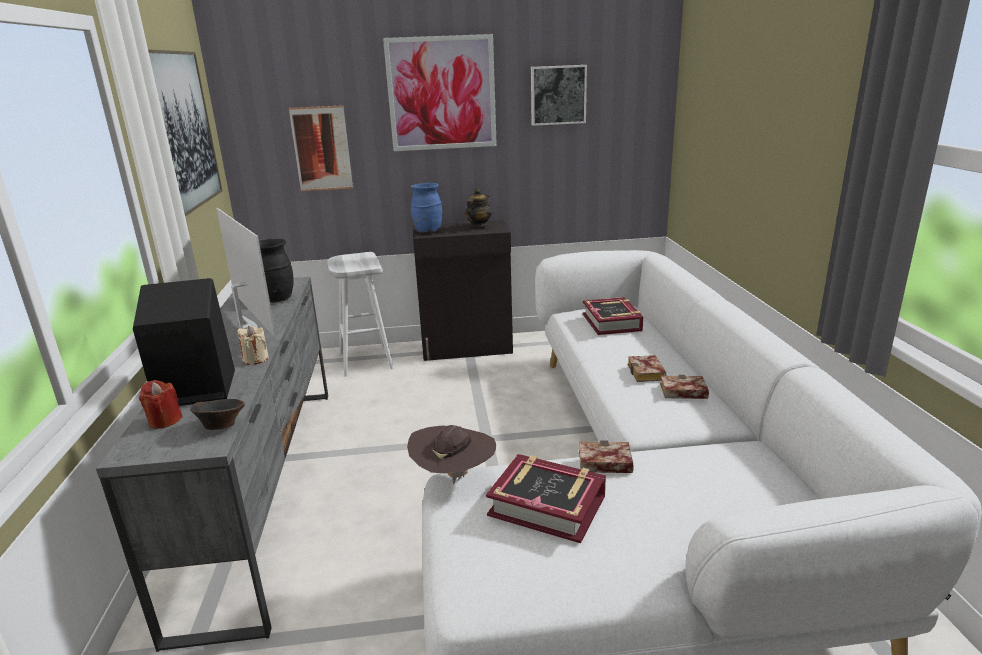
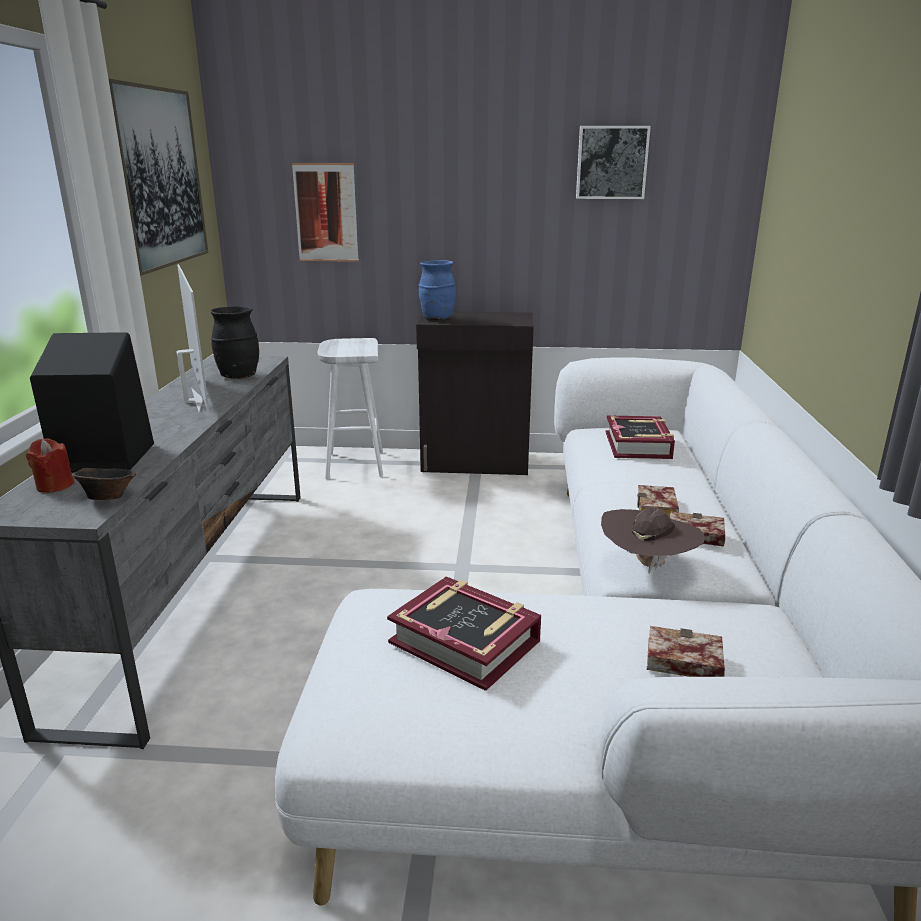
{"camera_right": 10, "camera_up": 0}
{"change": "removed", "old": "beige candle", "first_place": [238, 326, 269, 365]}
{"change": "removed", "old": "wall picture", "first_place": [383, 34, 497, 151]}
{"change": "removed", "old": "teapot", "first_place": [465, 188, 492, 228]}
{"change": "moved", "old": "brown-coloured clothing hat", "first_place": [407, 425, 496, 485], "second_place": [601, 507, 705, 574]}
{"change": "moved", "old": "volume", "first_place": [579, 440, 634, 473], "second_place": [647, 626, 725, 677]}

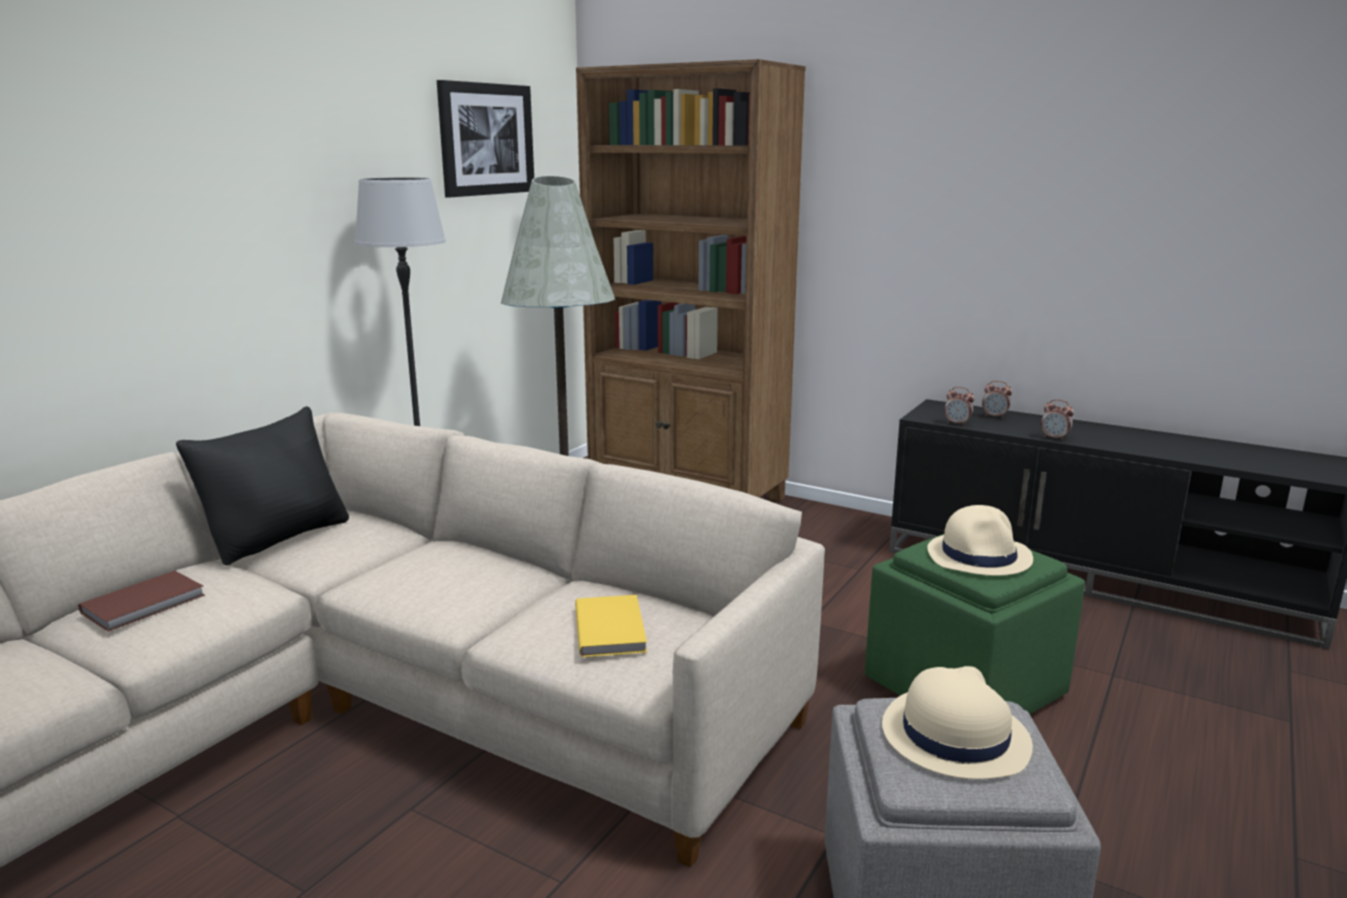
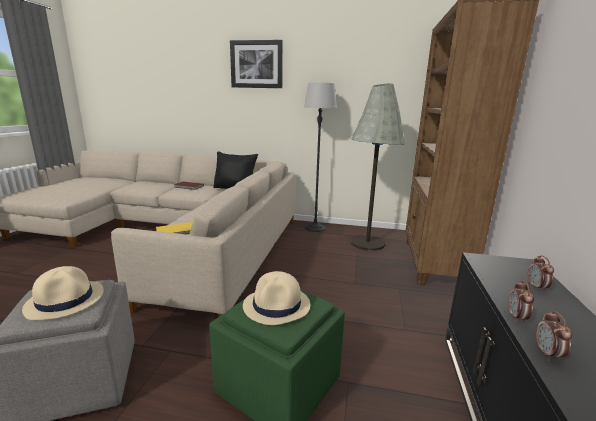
{"camera_right": 70, "camera_up": 0}
{"change": "moved", "old": "wall picture", "first_place": [437, 80, 534, 197], "second_place": [230, 40, 283, 88]}
{"change": "moved", "old": "bedside clock", "first_place": [944, 387, 974, 426], "second_place": [536, 311, 572, 361]}

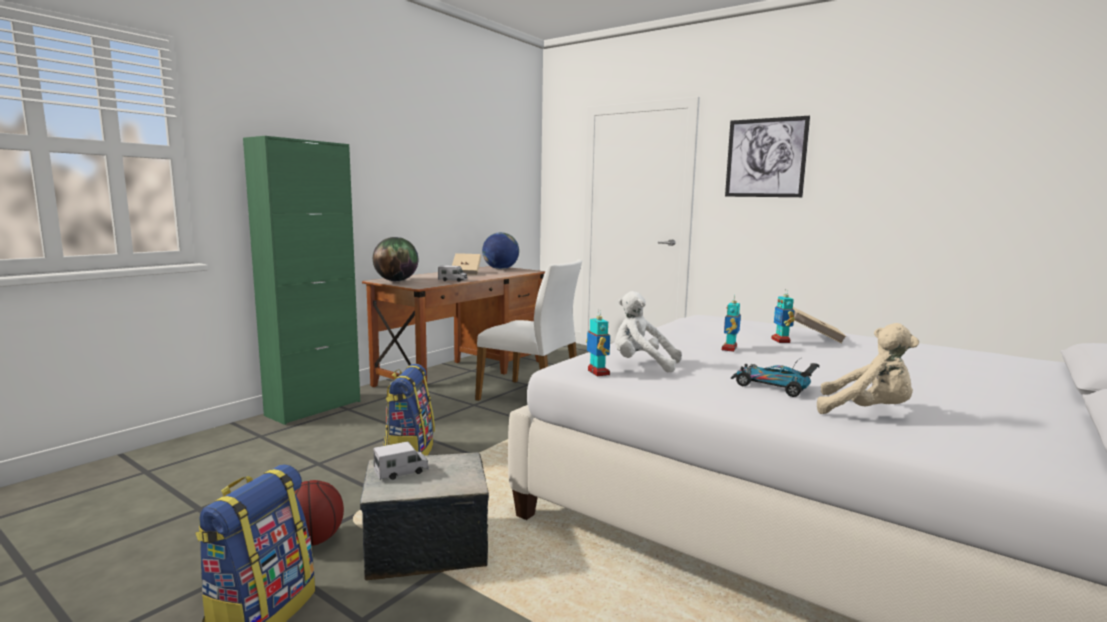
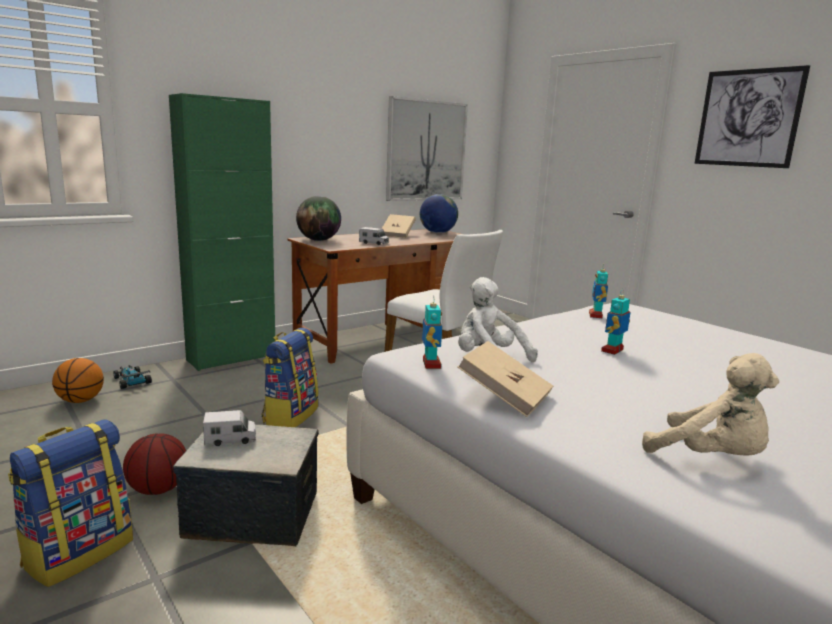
{"camera_right": 15, "camera_up": 5}
{"change": "added", "new": "ball for basketball", "second_place": [52, 358, 104, 403]}
{"change": "added", "new": "wall picture", "second_place": [386, 96, 468, 201]}
{"change": "moved", "old": "miniature car", "first_place": [731, 358, 819, 397], "second_place": [113, 365, 152, 389]}
{"change": "moved", "old": "model robot", "first_place": [771, 290, 795, 343], "second_place": [589, 266, 608, 318]}
{"change": "moved", "old": "beige volume", "first_place": [793, 307, 847, 343], "second_place": [458, 341, 553, 417]}

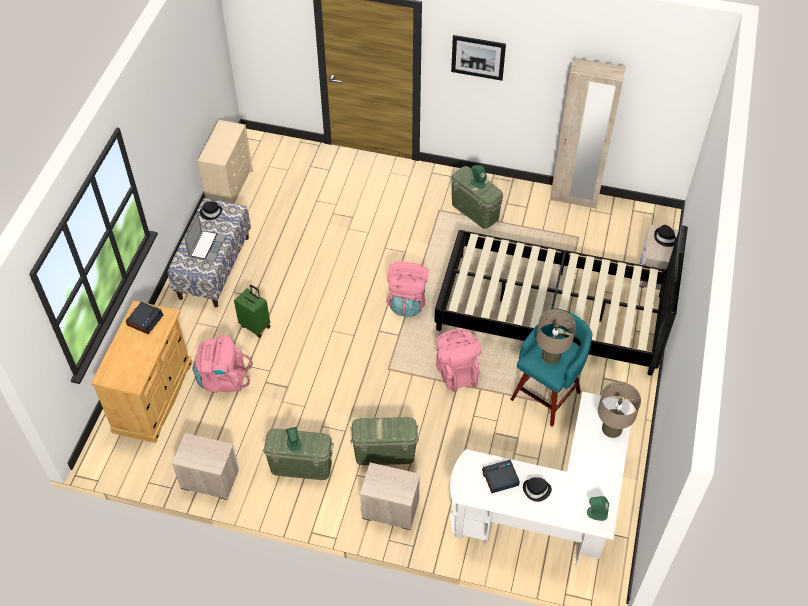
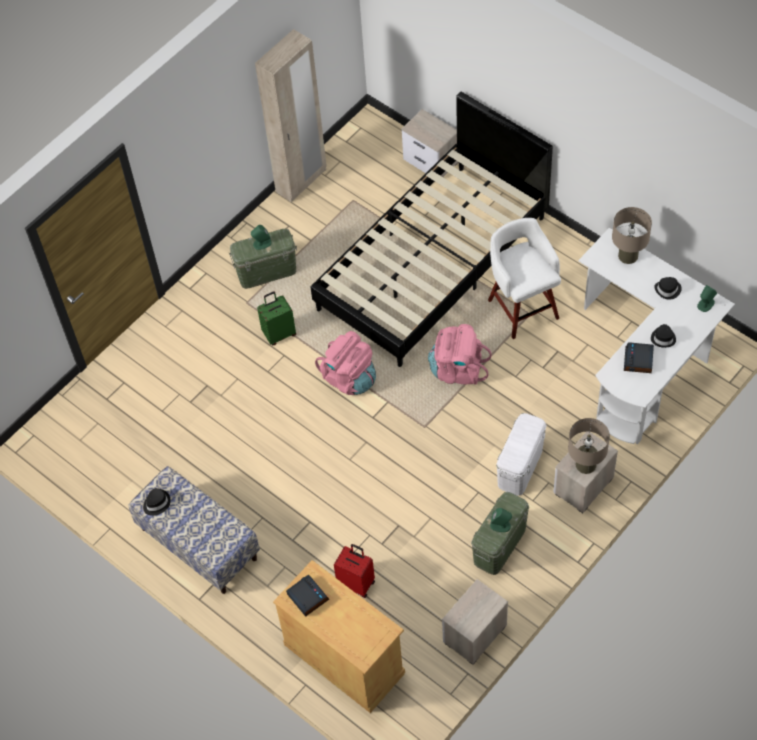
{"camera_right": -60, "camera_up": 5}
{"change": "removed", "old": "portable computer", "first_place": [184, 213, 226, 262]}
{"change": "removed", "old": "beige dresser", "first_place": [197, 120, 253, 203]}
{"change": "removed", "old": "wall picture", "first_place": [451, 35, 506, 81]}
{"change": "moved", "old": "greenish piece of luggage", "first_place": [234, 285, 271, 338], "second_place": [257, 291, 296, 345]}
{"change": "moved", "old": "beige tabletop lamp", "first_place": [536, 309, 576, 364], "second_place": [568, 418, 610, 474]}
{"change": "moved", "old": "black-coloured clothing hat", "first_place": [654, 225, 676, 247], "second_place": [655, 277, 682, 300]}
{"change": "replaced", "old": "pinkish knapsack", "new": "red-coloured piece of luggage", "first_place": [192, 335, 253, 393], "second_place": [334, 544, 375, 598]}
{"change": "recoloured", "old": "greenish storage box", "new": "white storage box", "first_place": [350, 417, 419, 465], "second_place": [496, 413, 547, 496]}
{"change": "recoloured", "old": "turquoise-coloured sitting stool", "new": "white sitting stool", "first_place": [510, 308, 593, 427], "second_place": [488, 218, 561, 339]}

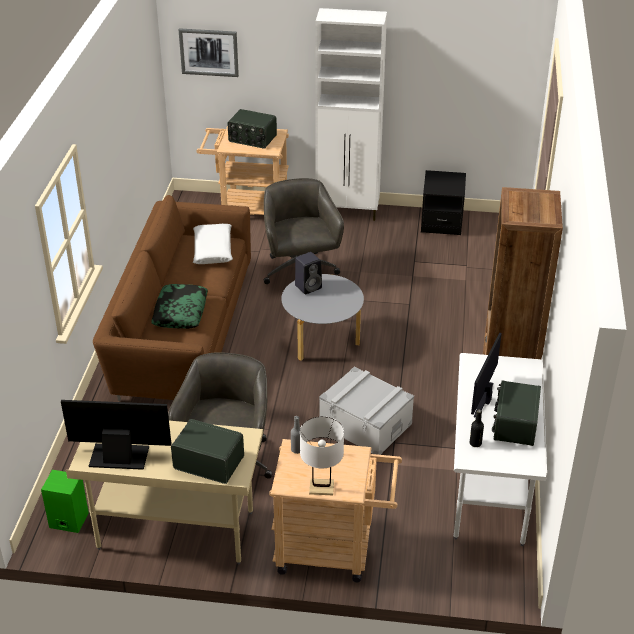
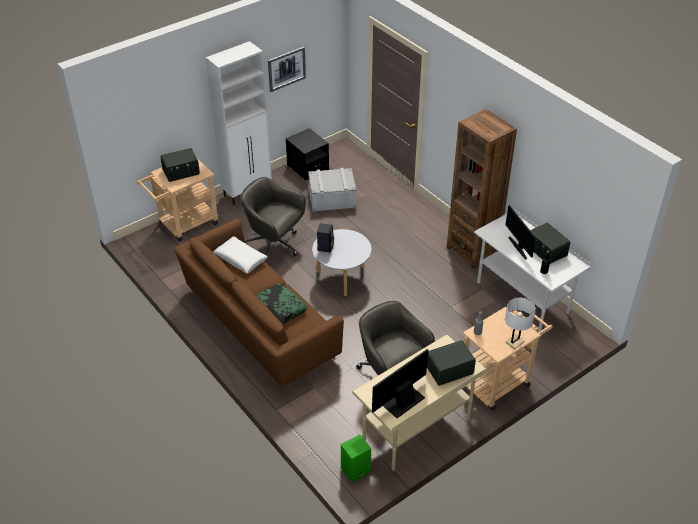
{"camera_right": -45, "camera_up": 5}
{"change": "moved", "old": "wall picture", "first_place": [178, 28, 239, 77], "second_place": [268, 47, 306, 92]}
{"change": "moved", "old": "grey storage box", "first_place": [319, 367, 414, 455], "second_place": [308, 168, 356, 212]}

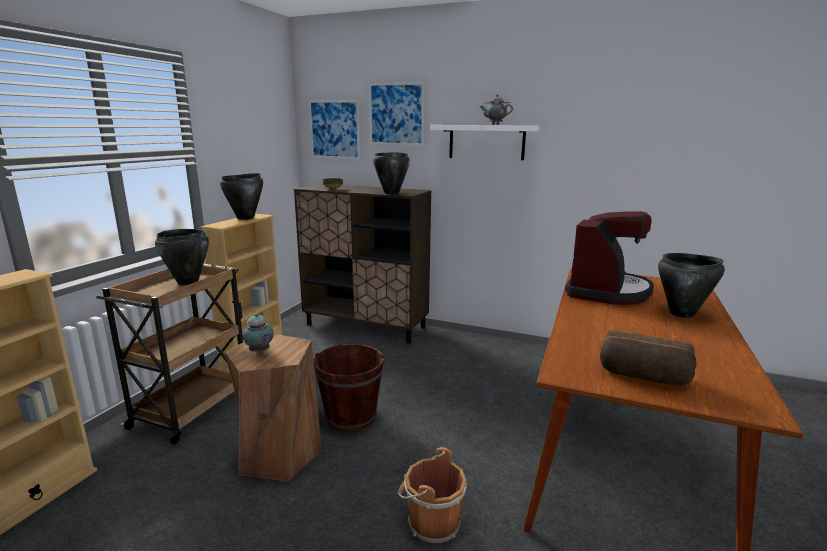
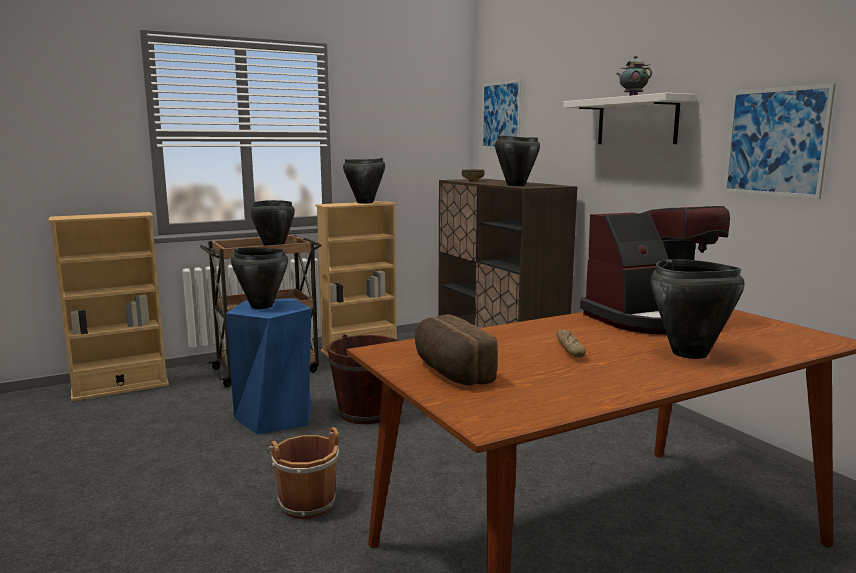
{"camera_right": 40, "camera_up": -5}
{"change": "added", "new": "bakery bread", "second_place": [556, 329, 586, 357]}
{"change": "moved", "old": "wall picture", "first_place": [369, 82, 425, 145], "second_place": [723, 84, 836, 199]}
{"change": "replaced", "old": "teapot", "new": "black-coloured saucepot", "first_place": [242, 313, 274, 353], "second_place": [231, 247, 288, 309]}
{"change": "recoloured", "old": "brown-coloured sitting stool", "new": "bluish sitting stool", "first_place": [224, 334, 322, 481], "second_place": [226, 298, 312, 434]}

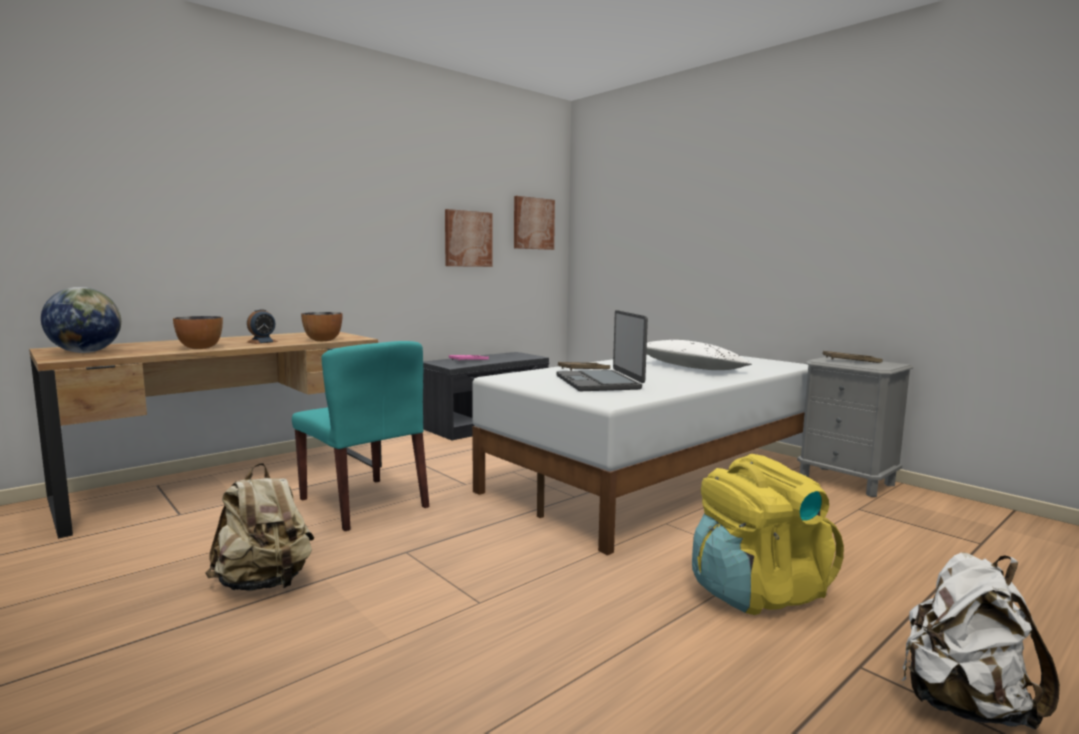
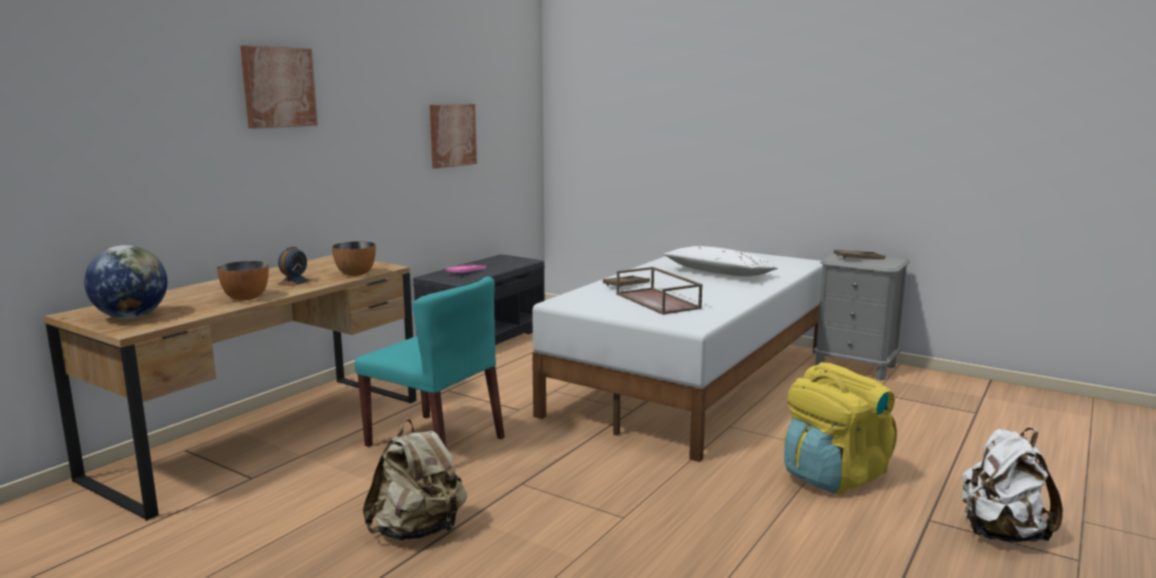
{"camera_right": -15, "camera_up": 5}
{"change": "moved", "old": "wall picture", "first_place": [514, 196, 555, 250], "second_place": [240, 45, 318, 129]}
{"change": "replaced", "old": "portable computer", "new": "brown-coloured tray", "first_place": [556, 310, 648, 391], "second_place": [616, 267, 703, 315]}

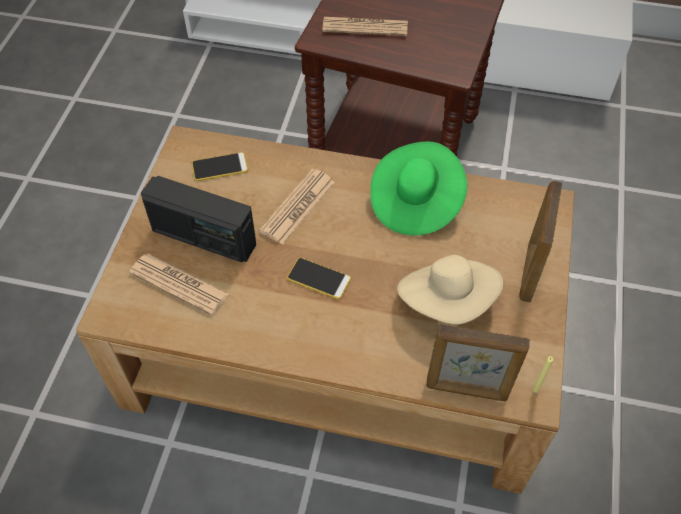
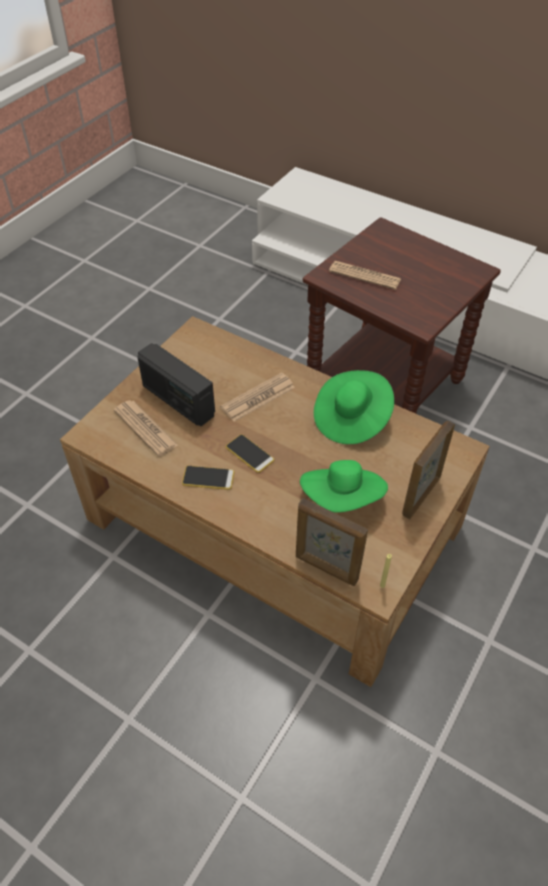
{"camera_right": 20, "camera_up": -5}
{"change": "moved", "old": "handset", "first_place": [192, 152, 248, 181], "second_place": [182, 466, 234, 490]}
{"change": "recoloured", "old": "beige clothing hat", "new": "greenish clothing hat", "first_place": [397, 255, 503, 324], "second_place": [300, 460, 388, 513]}

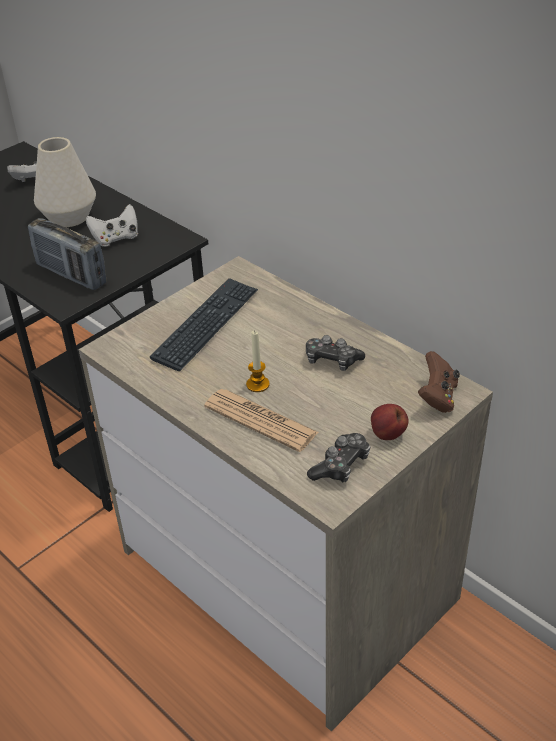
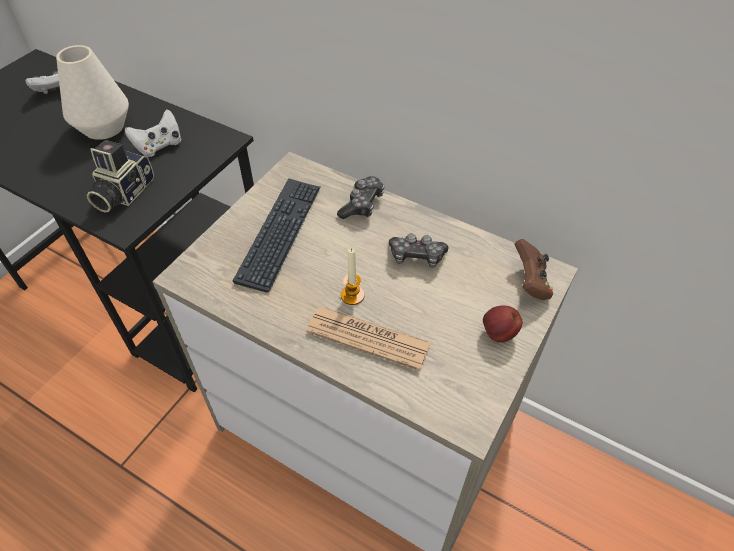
{"camera_right": -15, "camera_up": 10}
{"change": "moved", "old": "joypad", "first_place": [307, 433, 370, 482], "second_place": [337, 176, 384, 219]}
{"change": "replaced", "old": "radio", "new": "still camera", "first_place": [28, 218, 106, 290], "second_place": [86, 140, 154, 213]}

